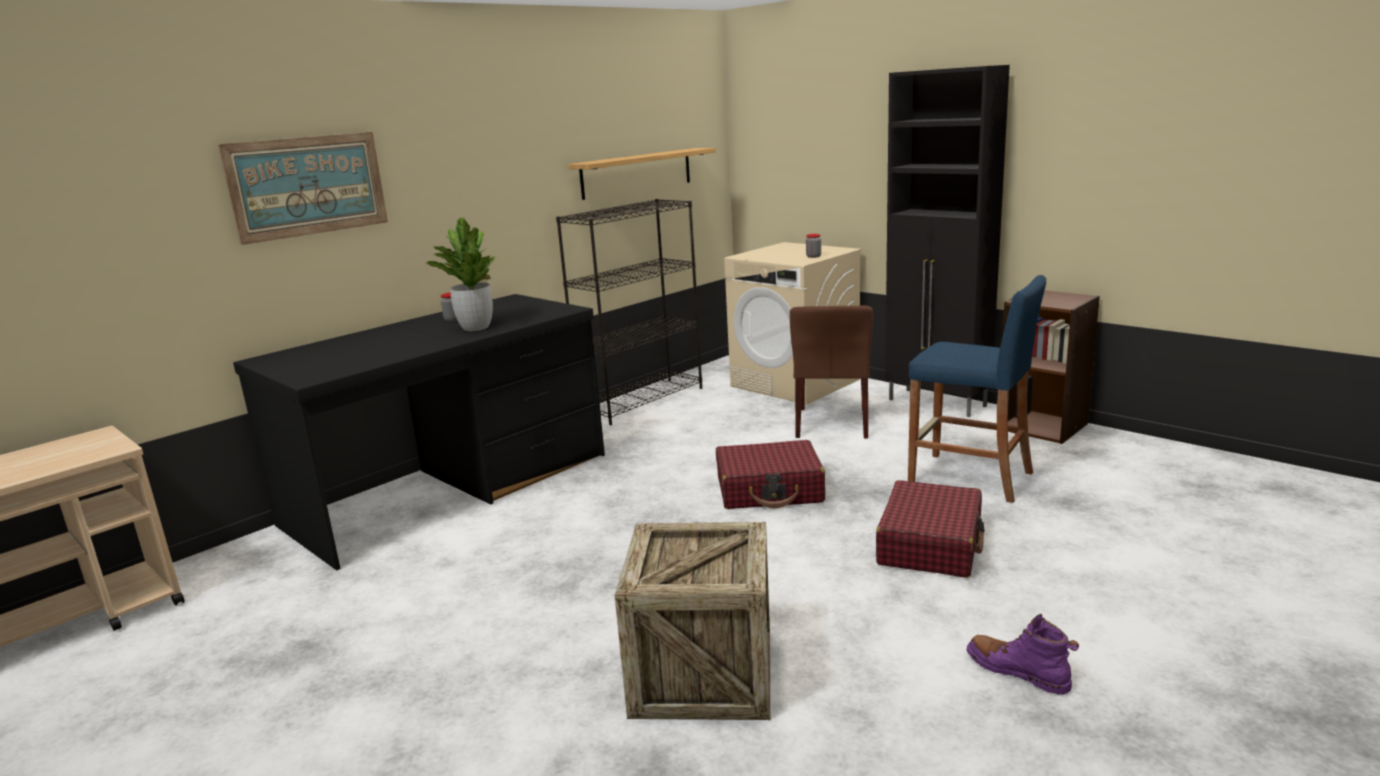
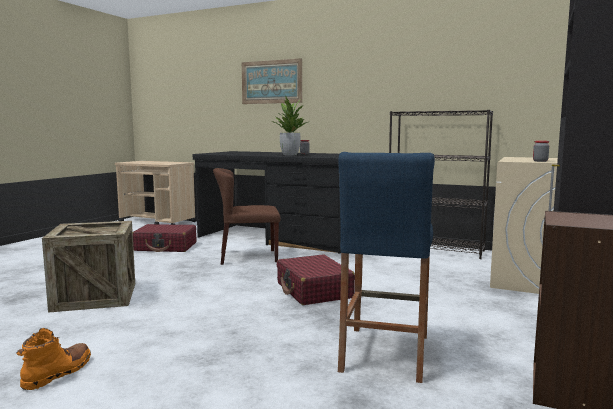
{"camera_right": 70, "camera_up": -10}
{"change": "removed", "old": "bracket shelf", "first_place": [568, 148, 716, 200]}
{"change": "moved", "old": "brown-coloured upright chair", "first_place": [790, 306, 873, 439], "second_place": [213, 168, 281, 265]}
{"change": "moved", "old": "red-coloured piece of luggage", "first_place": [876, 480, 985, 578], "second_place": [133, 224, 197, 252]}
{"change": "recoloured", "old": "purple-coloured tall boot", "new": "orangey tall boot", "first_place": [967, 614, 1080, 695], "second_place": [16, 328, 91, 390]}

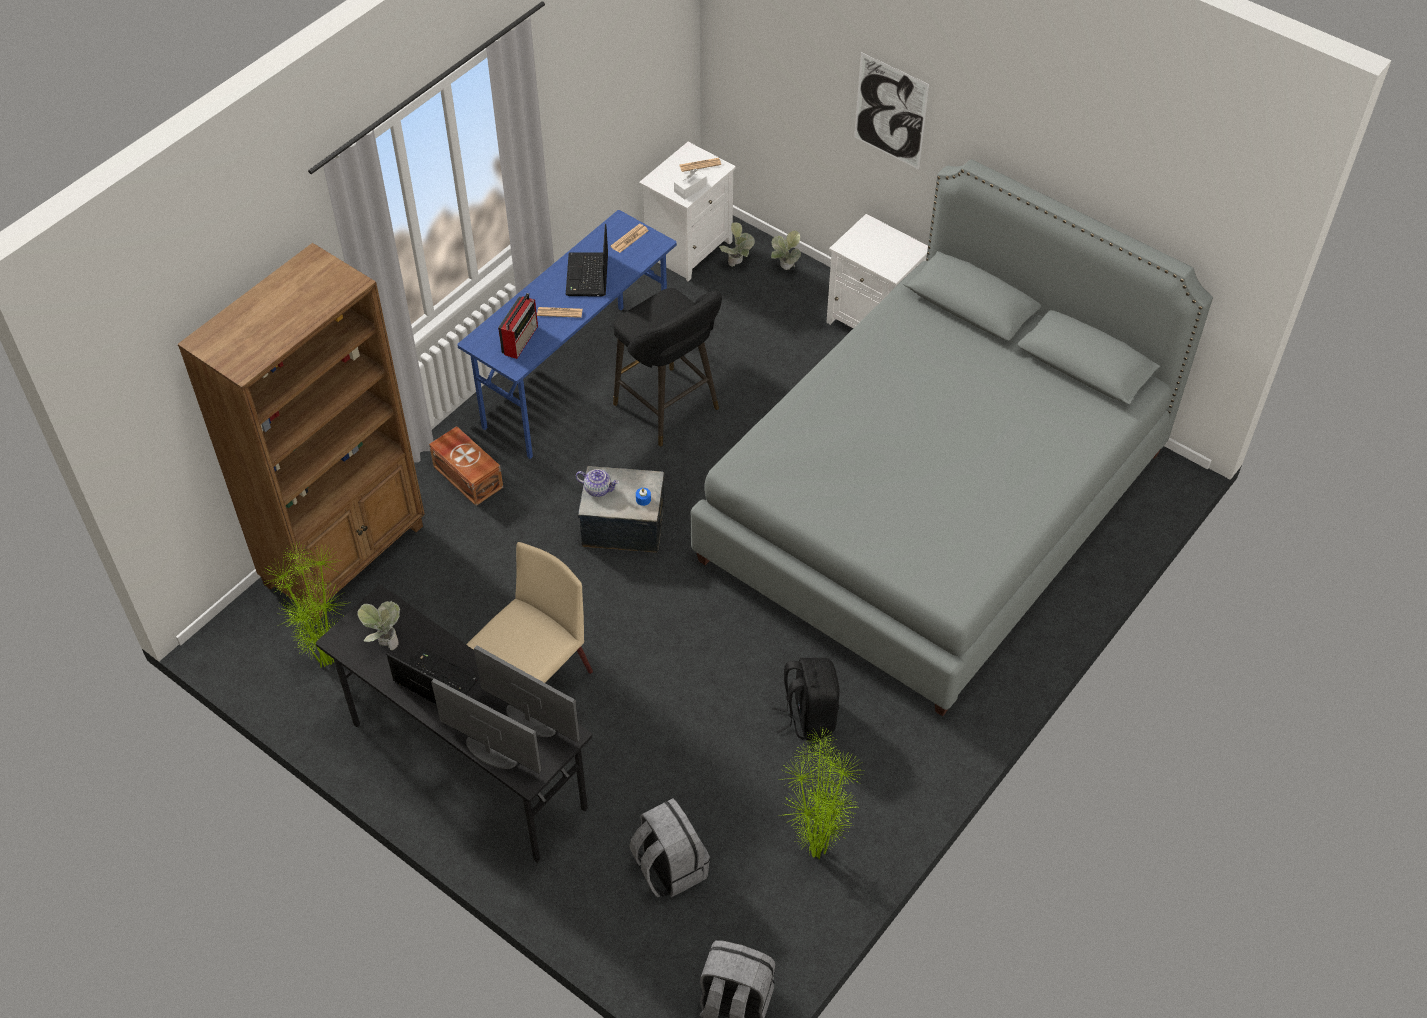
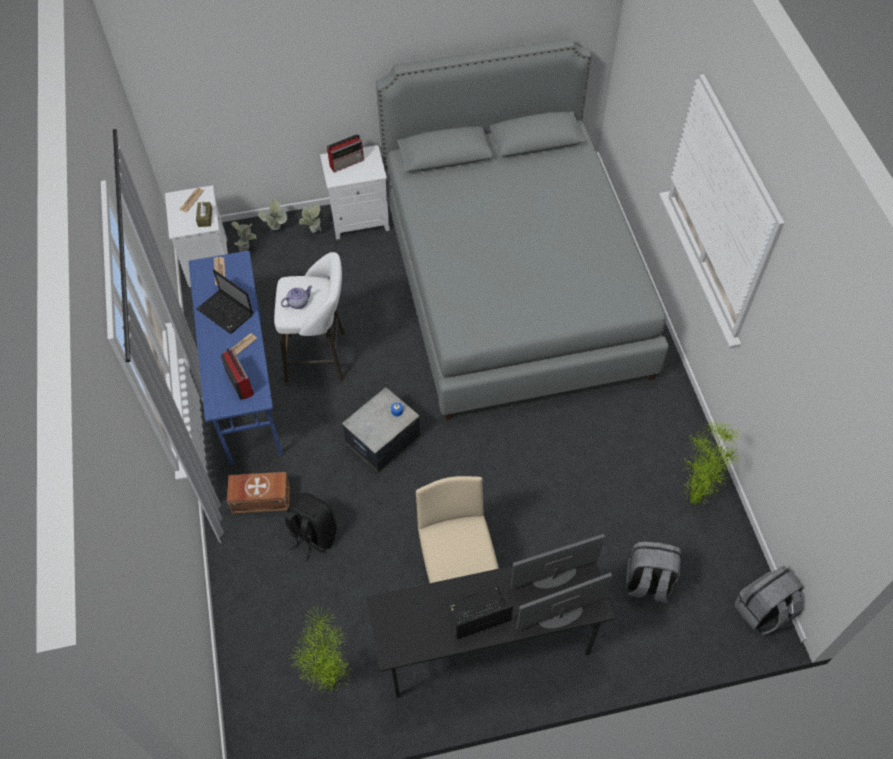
{"camera_right": -50, "camera_up": 5}
{"change": "removed", "old": "brown-coloured shelving unit", "first_place": [178, 243, 425, 621]}
{"change": "removed", "old": "wall picture", "first_place": [854, 52, 929, 170]}
{"change": "added", "new": "radio", "second_place": [327, 134, 364, 173]}
{"change": "moved", "old": "plant in a pot", "first_place": [357, 601, 400, 650], "second_place": [299, 205, 321, 233]}
{"change": "moved", "old": "teapot", "first_place": [576, 469, 619, 497], "second_place": [281, 285, 313, 309]}
{"change": "moved", "old": "black-coloured knapsack", "first_place": [772, 658, 839, 741], "second_place": [285, 493, 337, 561]}
{"change": "recoloured", "old": "black-coloured sitting stool", "new": "white sitting stool", "first_place": [613, 288, 722, 446], "second_place": [274, 252, 345, 383]}
{"change": "recoloured", "old": "white box of tissues", "new": "brown-coloured box of tissues", "first_place": [674, 169, 707, 200], "second_place": [196, 201, 212, 227]}

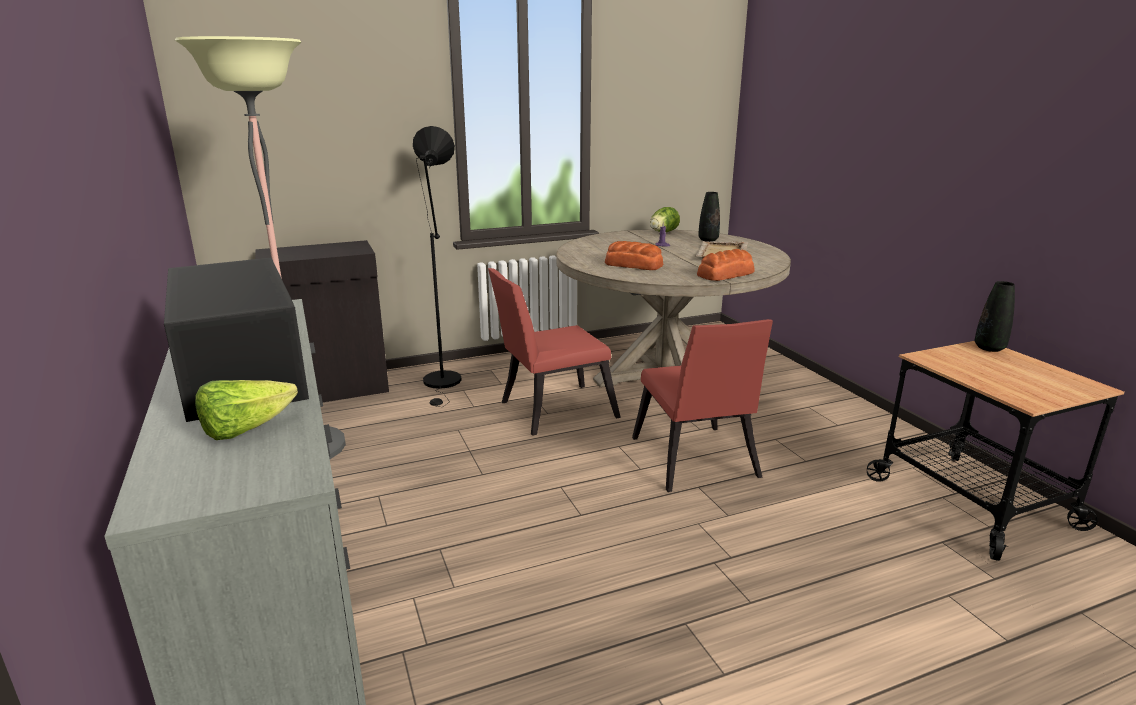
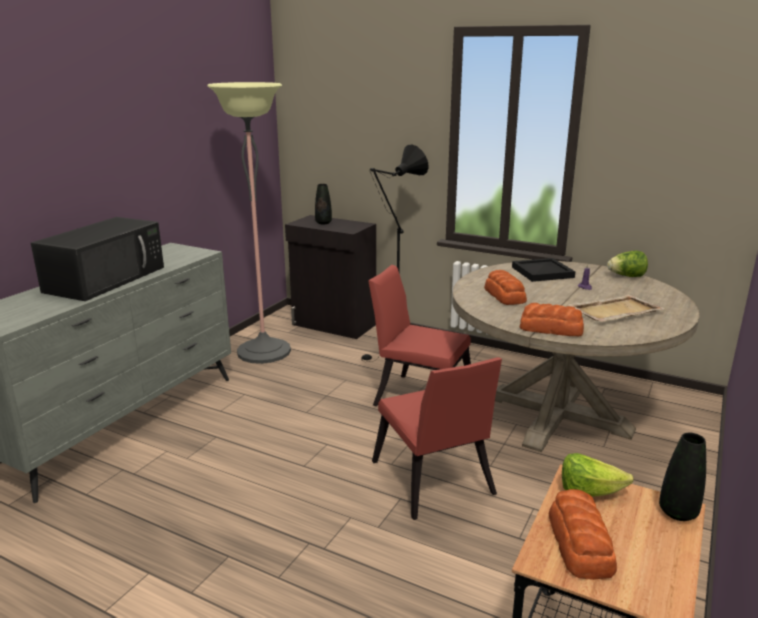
{"camera_right": 50, "camera_up": 0}
{"change": "added", "new": "black-coloured tray", "second_place": [512, 258, 576, 282]}
{"change": "added", "new": "bakery bread", "second_place": [549, 489, 617, 580]}
{"change": "moved", "old": "head of lettuce", "first_place": [195, 380, 298, 440], "second_place": [562, 453, 634, 496]}
{"change": "moved", "old": "black-coloured decorative vase", "first_place": [698, 192, 720, 242], "second_place": [315, 184, 332, 224]}
{"change": "turned", "old": "red-coloured upright chair", "first_place": [632, 319, 773, 492], "second_place": [372, 357, 502, 520], "degrees": -60}

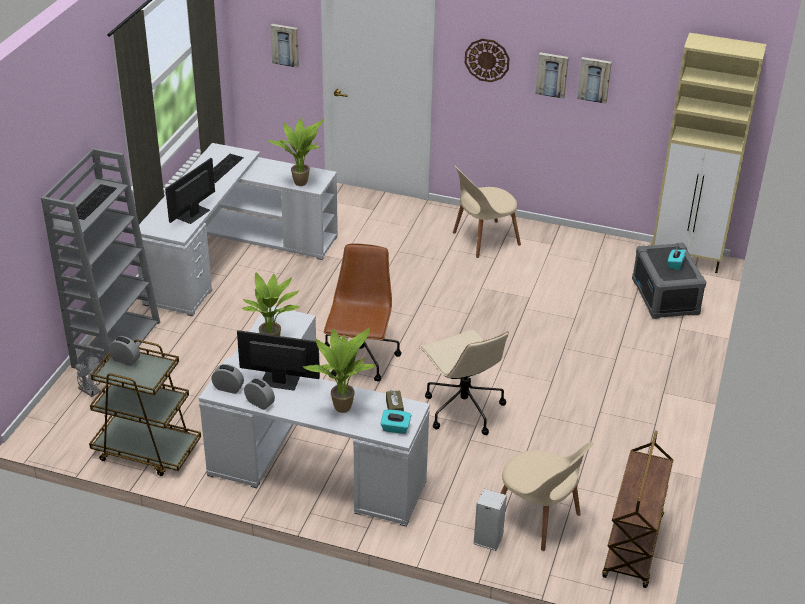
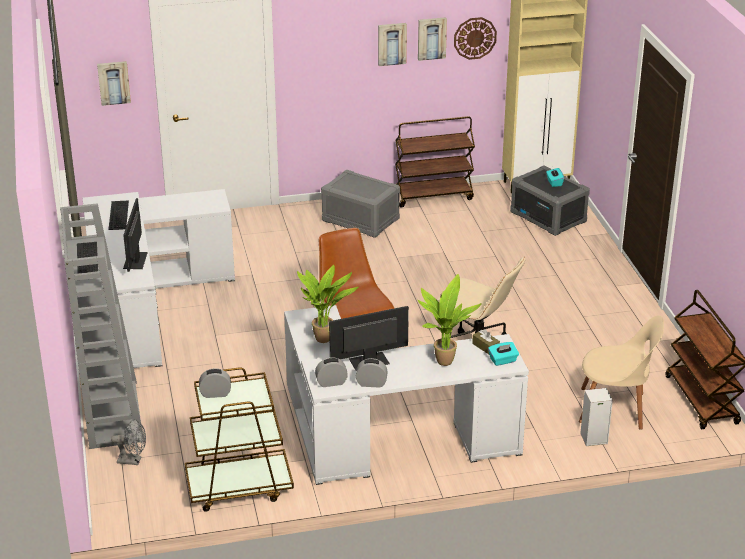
{"camera_right": -30, "camera_up": -5}
{"change": "removed", "old": "plant in a pot", "first_place": [267, 118, 324, 186]}
{"change": "added", "new": "brown-coloured wheeled cart", "second_place": [395, 116, 475, 208]}
{"change": "moved", "old": "clock on the wall", "first_place": [465, 39, 510, 82], "second_place": [454, 17, 497, 60]}
{"change": "replaced", "old": "beige upright chair", "new": "grey storage box", "first_place": [453, 166, 521, 258], "second_place": [321, 170, 400, 238]}

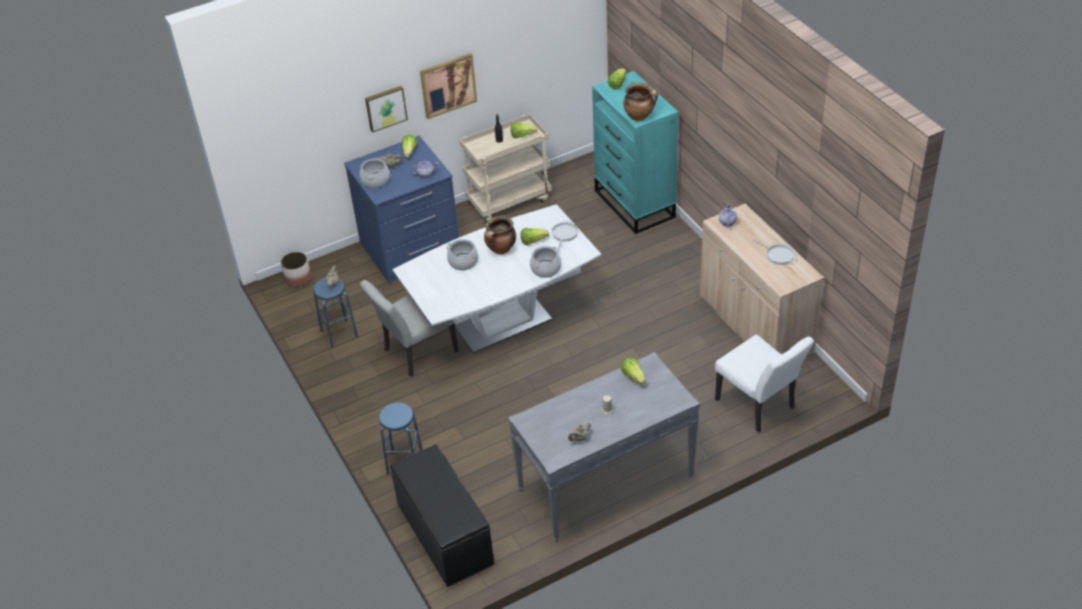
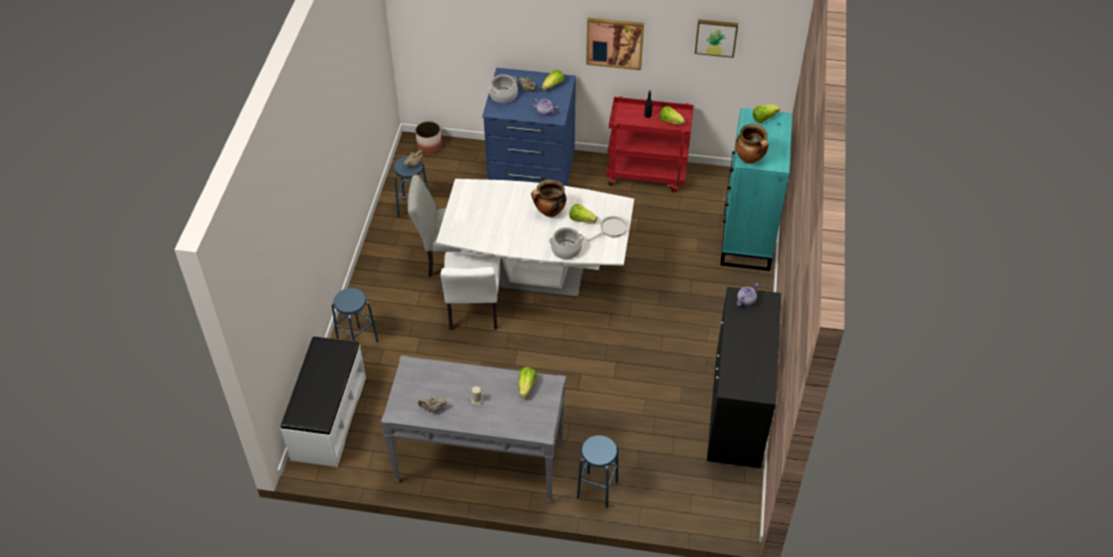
{"camera_right": 35, "camera_up": 5}
{"change": "removed", "old": "saucepot", "first_place": [446, 239, 478, 271]}
{"change": "removed", "old": "pan", "first_place": [753, 239, 796, 265]}
{"change": "added", "new": "bluish sitting stool", "second_place": [577, 435, 618, 509]}
{"change": "moved", "old": "wall picture", "first_place": [365, 86, 408, 133], "second_place": [695, 19, 738, 58]}
{"change": "moved", "old": "white upright chair", "first_place": [715, 335, 814, 433], "second_place": [440, 252, 500, 330]}
{"change": "recoloured", "old": "black-coloured long seat", "new": "white long seat", "first_place": [390, 444, 494, 587], "second_place": [280, 336, 366, 467]}
{"change": "recoloured", "old": "beige wheeled cart", "new": "red-coloured wheeled cart", "first_place": [459, 114, 552, 223], "second_place": [607, 96, 694, 192]}
{"change": "recoloured", "old": "beige cupboard", "new": "black-coloured cupboard", "first_place": [700, 204, 824, 357], "second_place": [707, 287, 781, 469]}

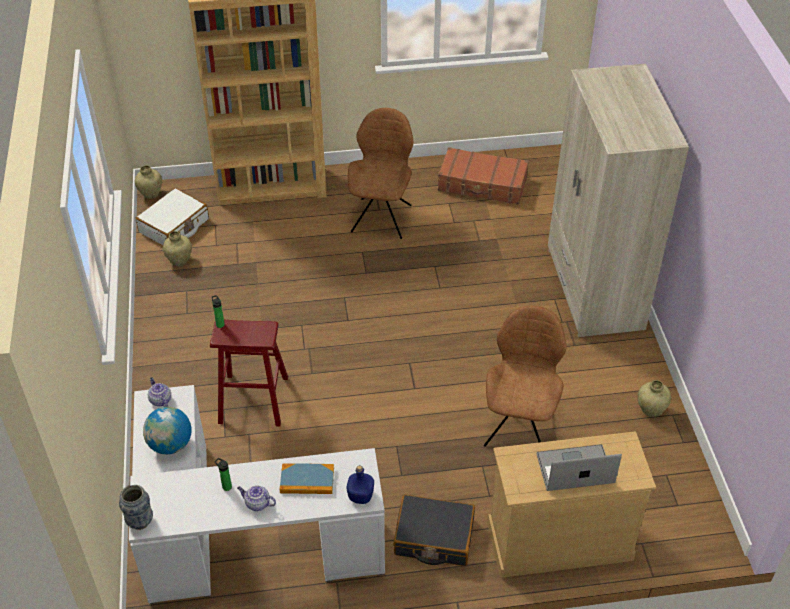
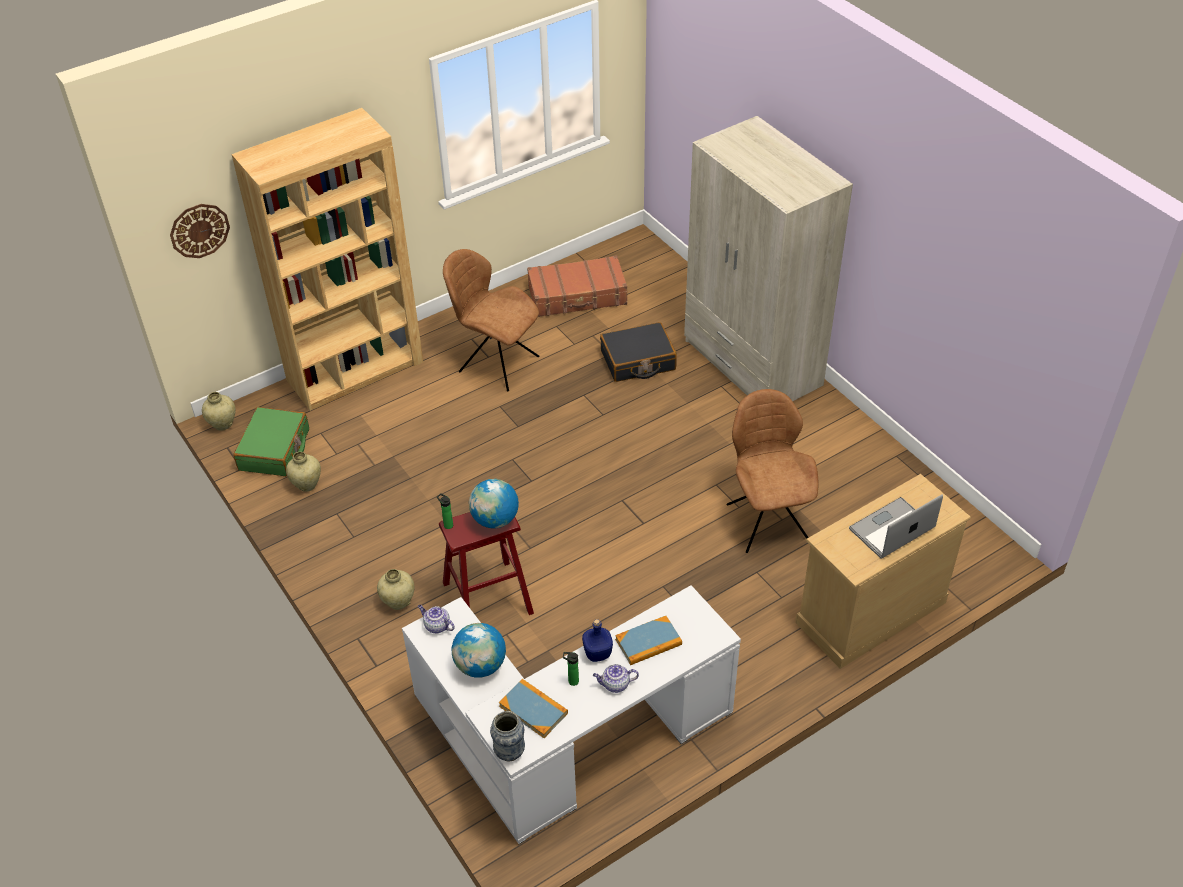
{"camera_right": -25, "camera_up": 0}
{"change": "added", "new": "clock on the wall", "second_place": [170, 204, 230, 258]}
{"change": "added", "new": "world globe", "second_place": [469, 479, 519, 529]}
{"change": "added", "new": "volume", "second_place": [499, 679, 568, 738]}
{"change": "moved", "old": "bluish bottle", "first_place": [347, 465, 374, 504], "second_place": [582, 619, 613, 662]}
{"change": "moved", "old": "black-coloured piece of luggage", "first_place": [393, 494, 475, 566], "second_place": [600, 322, 677, 382]}
{"change": "moved", "old": "beige decorative vase", "first_place": [638, 380, 671, 417], "second_place": [377, 569, 414, 610]}
{"change": "recoloured", "old": "white piece of luggage", "new": "greenish piece of luggage", "first_place": [136, 188, 209, 245], "second_place": [233, 407, 309, 477]}
{"change": "turned", "old": "brown-coloured upright chair", "first_place": [348, 108, 413, 239], "second_place": [443, 249, 539, 392], "degrees": -45}

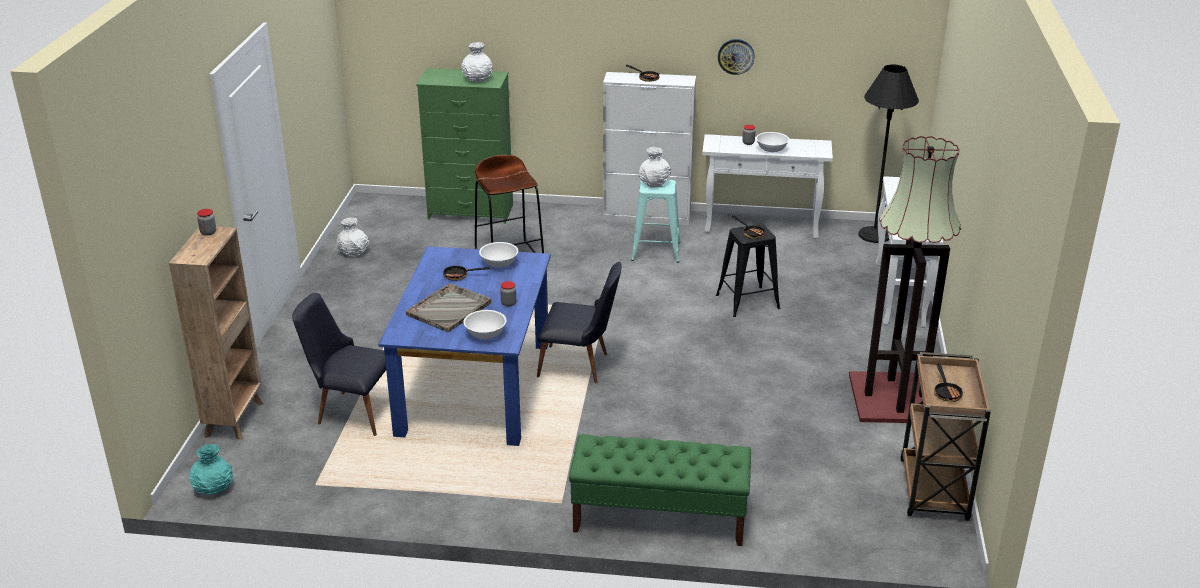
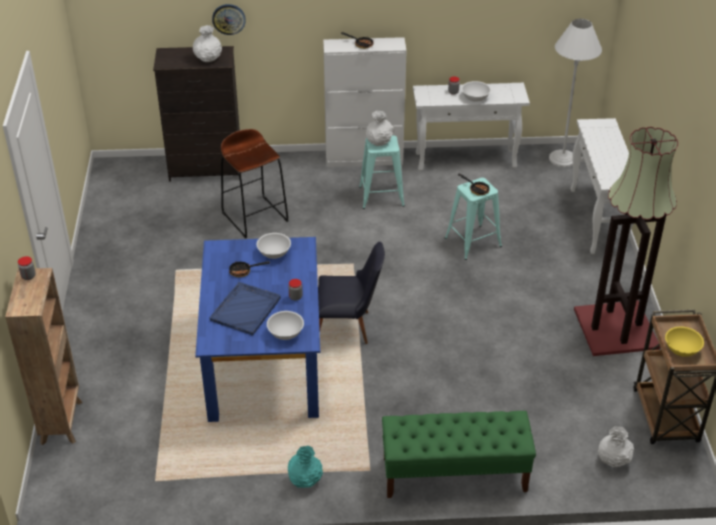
{"camera_right": -10, "camera_up": 10}
{"change": "removed", "old": "black-coloured upright chair", "first_place": [292, 293, 386, 436]}
{"change": "moved", "old": "turquoise-coloured decorative vase", "first_place": [190, 444, 233, 495], "second_place": [288, 446, 323, 488]}
{"change": "moved", "old": "white decorative vase", "first_place": [337, 217, 369, 257], "second_place": [598, 426, 634, 467]}
{"change": "moved", "old": "clock on the wall", "first_place": [718, 39, 755, 75], "second_place": [212, 4, 246, 35]}
{"change": "replaced", "old": "pan", "new": "yellow-coloured bowl", "first_place": [934, 363, 964, 402], "second_place": [665, 327, 704, 357]}
{"change": "recoloured", "old": "grey tray", "new": "bluish tray", "first_place": [406, 283, 491, 332], "second_place": [210, 282, 281, 335]}
{"change": "recoloured", "old": "greenish dresser", "new": "black-coloured dresser", "first_place": [416, 68, 513, 224], "second_place": [153, 46, 241, 182]}
{"change": "recoloured", "old": "black-coloured sitting stool", "new": "turquoise-coloured sitting stool", "first_place": [716, 224, 780, 317], "second_place": [445, 178, 502, 260]}
{"change": "recoloured", "old": "black-coloured standing lamp", "new": "white standing lamp", "first_place": [859, 64, 919, 243], "second_place": [549, 19, 602, 167]}

